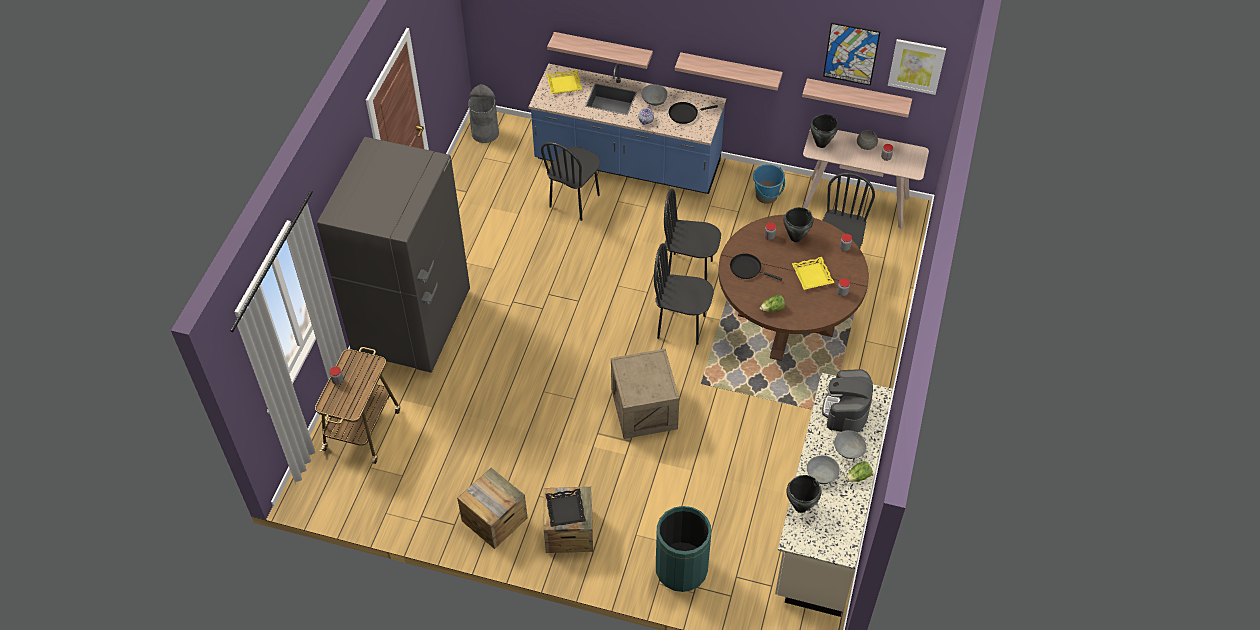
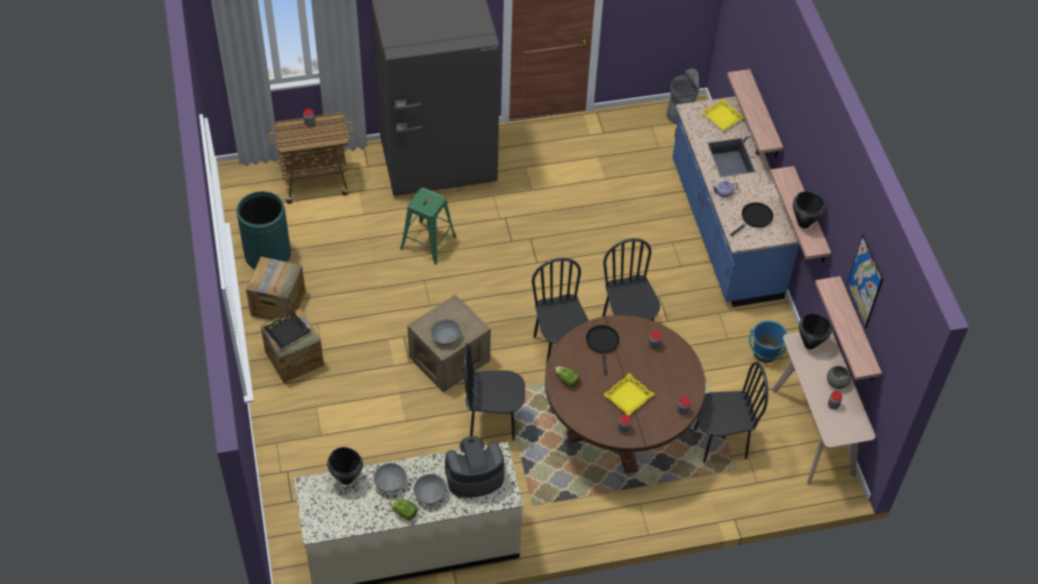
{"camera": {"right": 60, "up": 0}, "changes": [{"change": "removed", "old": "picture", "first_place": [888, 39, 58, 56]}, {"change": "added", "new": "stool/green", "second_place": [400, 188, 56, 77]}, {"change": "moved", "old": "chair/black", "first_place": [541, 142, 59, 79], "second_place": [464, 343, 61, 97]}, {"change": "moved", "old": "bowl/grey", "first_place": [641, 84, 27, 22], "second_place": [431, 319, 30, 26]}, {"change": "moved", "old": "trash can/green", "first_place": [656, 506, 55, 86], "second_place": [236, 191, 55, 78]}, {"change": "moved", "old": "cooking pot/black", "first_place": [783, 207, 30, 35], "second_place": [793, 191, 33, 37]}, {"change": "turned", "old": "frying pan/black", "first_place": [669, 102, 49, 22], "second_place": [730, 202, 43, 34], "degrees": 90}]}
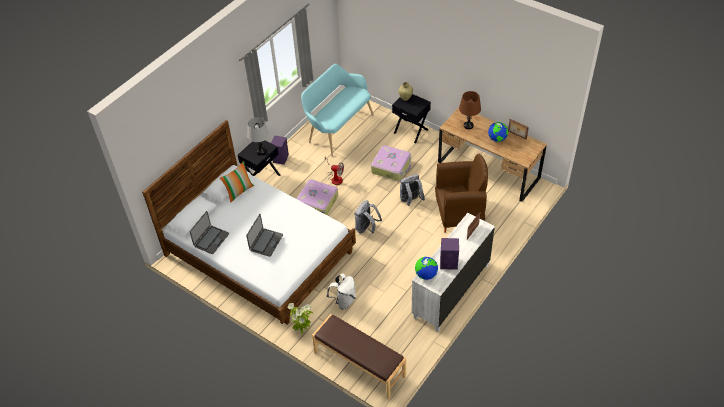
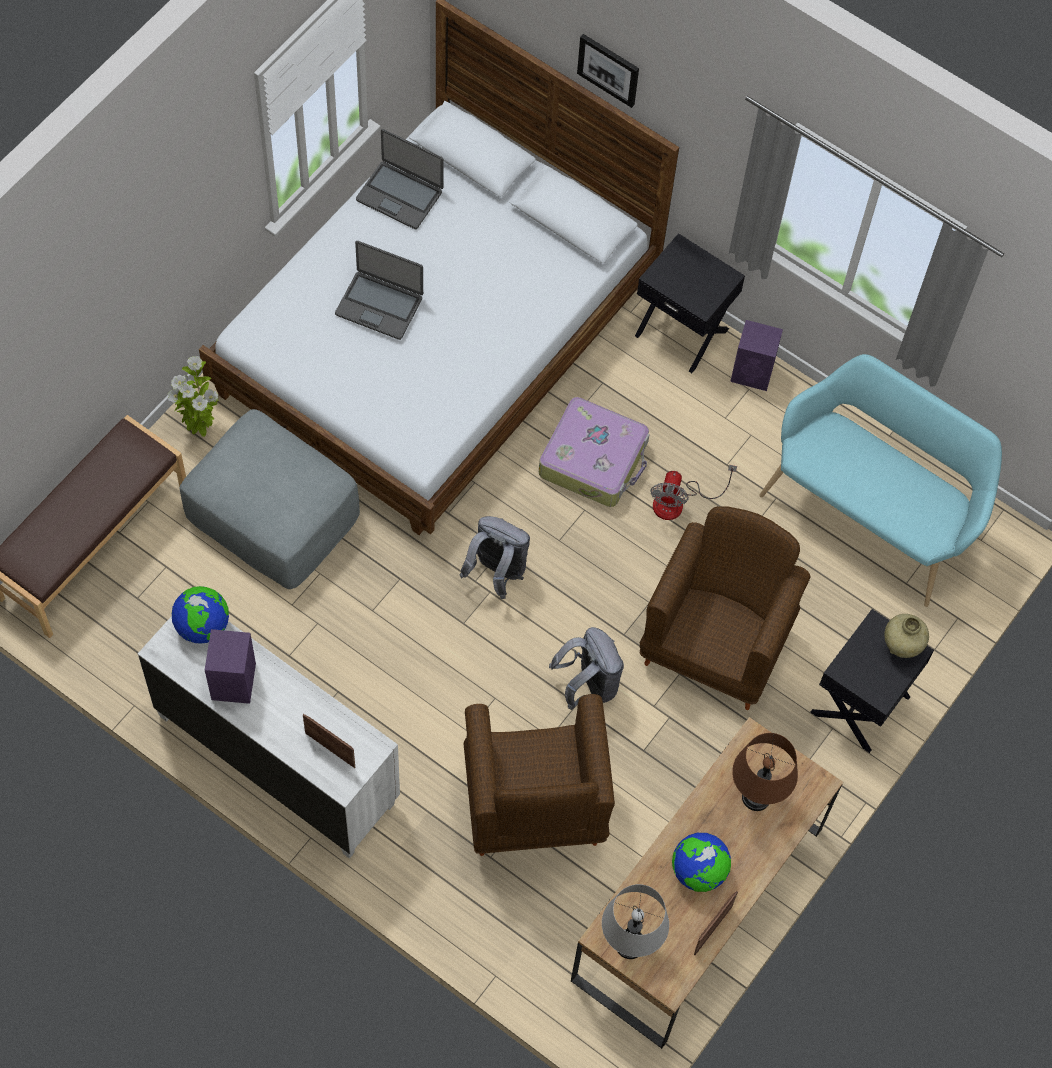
{"camera": {"right": 85, "up": 15}, "changes": [{"change": "removed", "old": "pillow", "first_place": [220, 161, 34, 41]}, {"change": "added", "new": "picture", "second_place": [577, 34, 62, 74]}, {"change": "moved", "old": "table lamp/grey", "first_place": [247, 117, 22, 38], "second_place": [602, 884, 67, 75]}, {"change": "replaced", "old": "backpack/white", "new": "ottoman/grey", "first_place": [327, 273, 29, 37], "second_place": [180, 409, 180, 180]}, {"change": "replaced", "old": "suitcase", "new": "armchair/brown", "first_place": [371, 145, 40, 36], "second_place": [640, 506, 171, 204]}]}
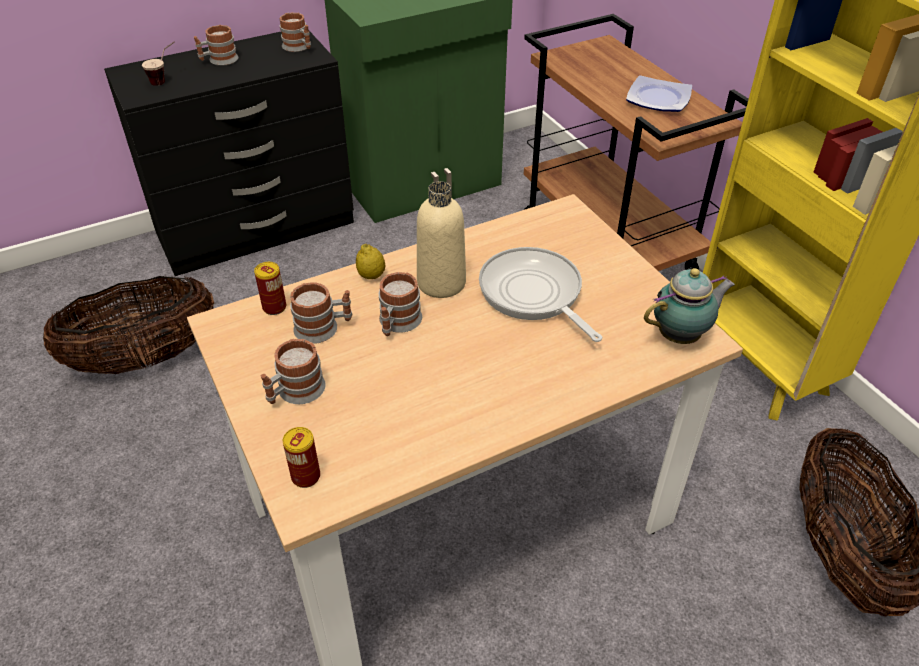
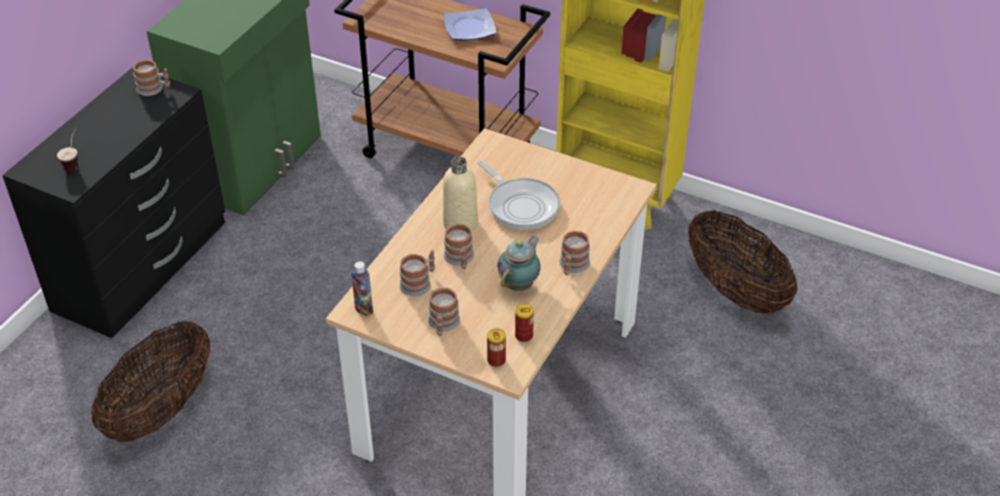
{"camera": {"right": -35, "up": 0}, "changes": [{"change": "removed", "old": "lemon", "first_place": [356, 244, 29, 35]}, {"change": "added", "new": "bottle", "second_place": [351, 261, 22, 55]}, {"change": "moved", "old": "mug", "first_place": [194, 25, 45, 41], "second_place": [560, 231, 30, 44]}, {"change": "moved", "old": "can", "first_place": [254, 262, 32, 53], "second_place": [515, 304, 19, 38]}, {"change": "moved", "old": "teapot", "first_place": [644, 268, 91, 76], "second_place": [497, 236, 44, 55]}, {"change": "turned", "old": "frying pan", "first_place": [479, 247, 123, 95], "second_place": [477, 161, 83, 69], "degrees": -150}]}
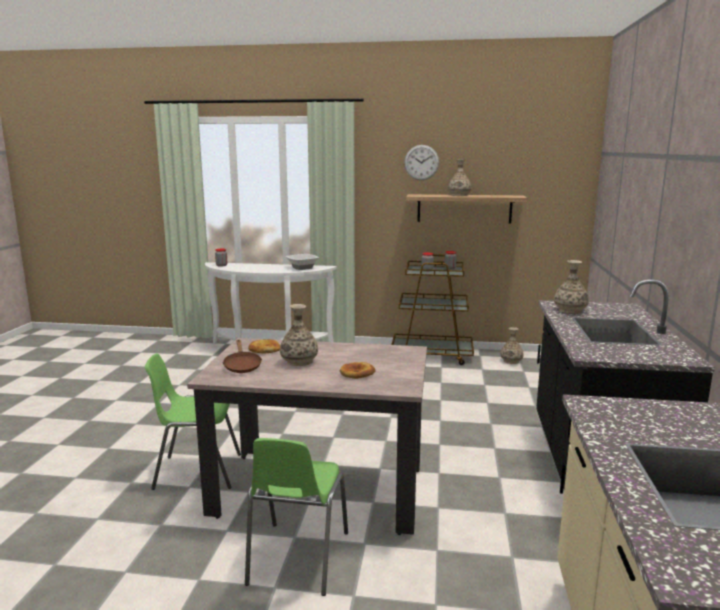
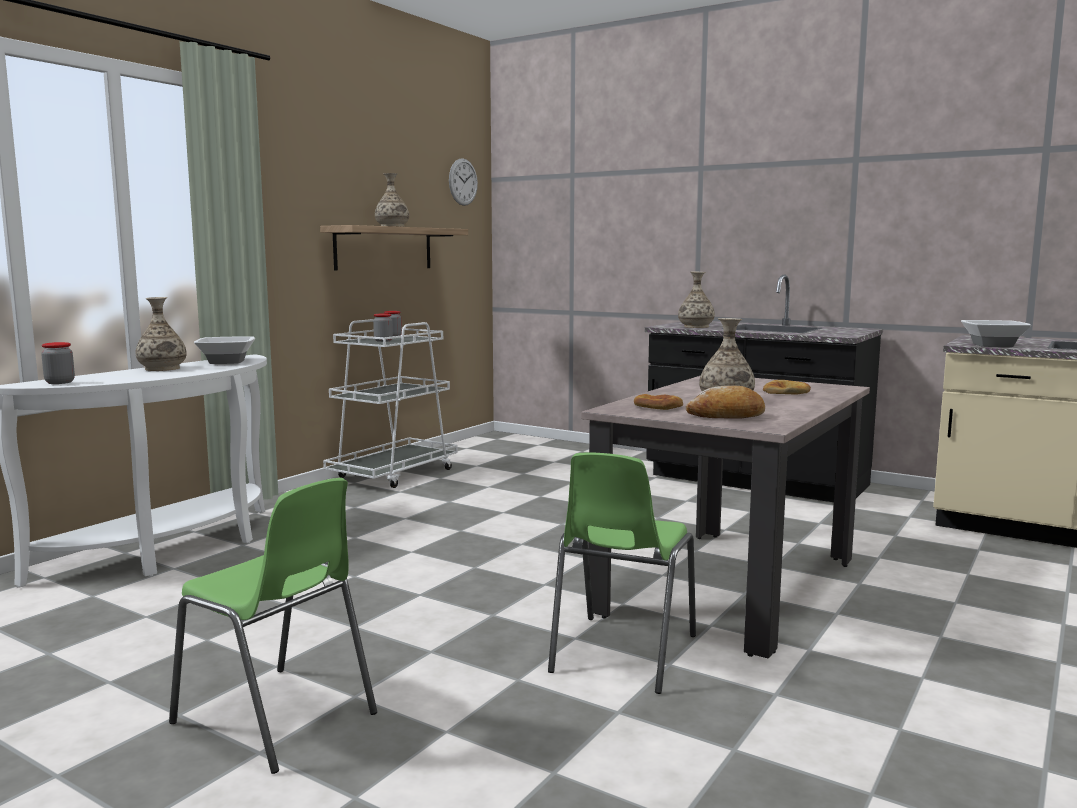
{"camera": {"right": -65, "up": -5}, "changes": [{"change": "added", "new": "bowl", "second_place": [961, 320, 70, 27]}, {"change": "moved", "old": "chair/green", "first_place": [245, 438, 103, 158], "second_place": [169, 478, 208, 296]}, {"change": "moved", "old": "wall clock", "first_place": [404, 145, 35, 35], "second_place": [449, 158, 29, 48]}, {"change": "moved", "old": "vase", "first_place": [500, 327, 24, 37], "second_place": [136, 297, 51, 74]}, {"change": "replaced", "old": "frying pan/brown", "new": "bread", "first_place": [222, 340, 40, 33], "second_place": [686, 385, 79, 34]}, {"change": "recoloured", "old": "cart/brown", "new": "cart/white", "first_place": [391, 254, 83, 111], "second_place": [323, 319, 135, 169]}]}
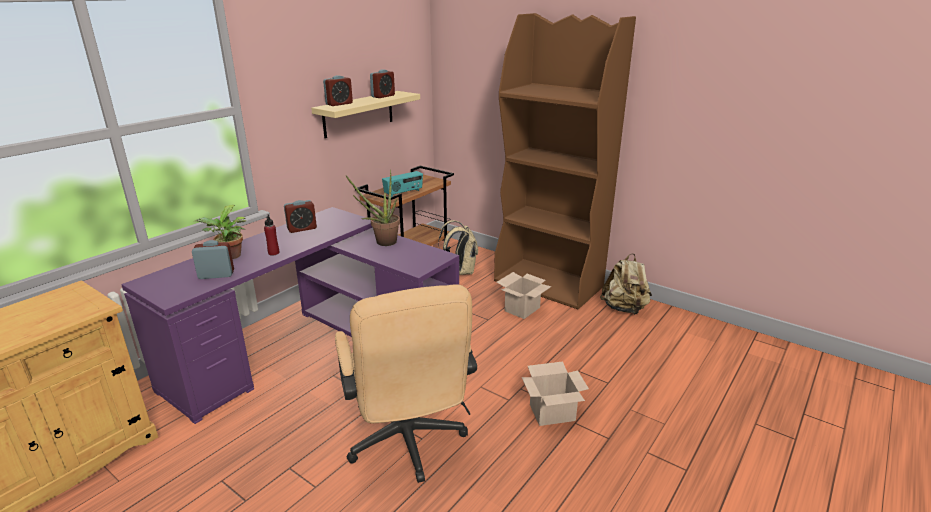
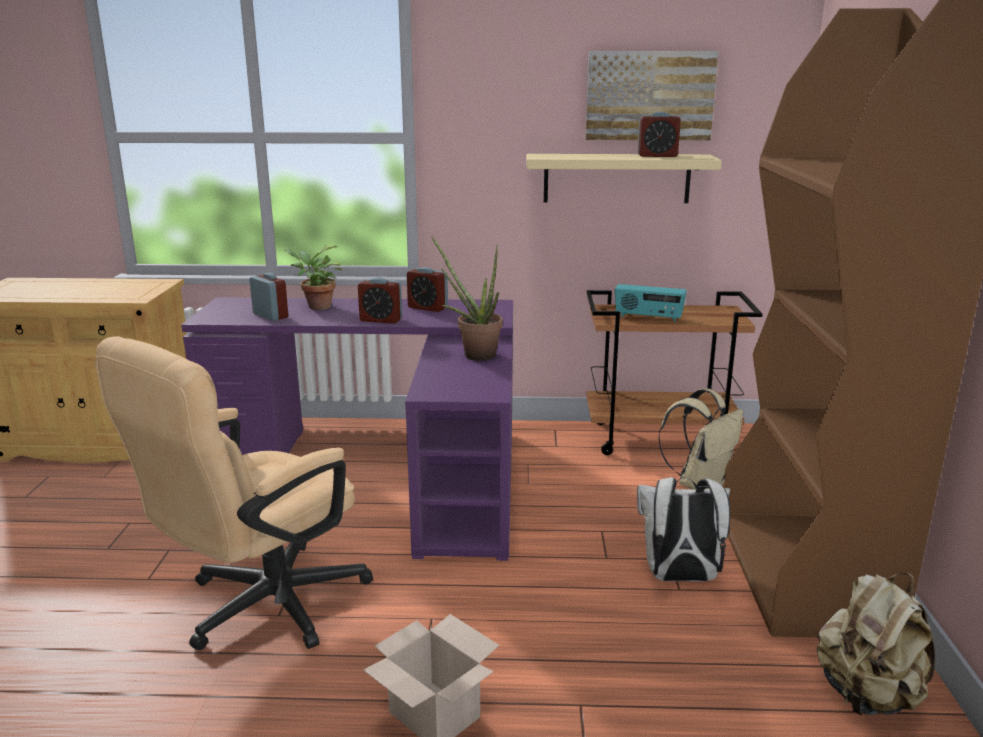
{"camera": {"right": 55, "up": -5}, "changes": [{"change": "removed", "old": "bottle/red", "first_place": [264, 215, 15, 40]}, {"change": "added", "new": "picture", "second_place": [586, 51, 133, 89]}, {"change": "moved", "old": "alarm clock", "first_place": [323, 75, 30, 31], "second_place": [358, 277, 44, 47]}, {"change": "replaced", "old": "cardboard box", "new": "backpack/white", "first_place": [497, 272, 55, 47], "second_place": [637, 477, 93, 104]}]}
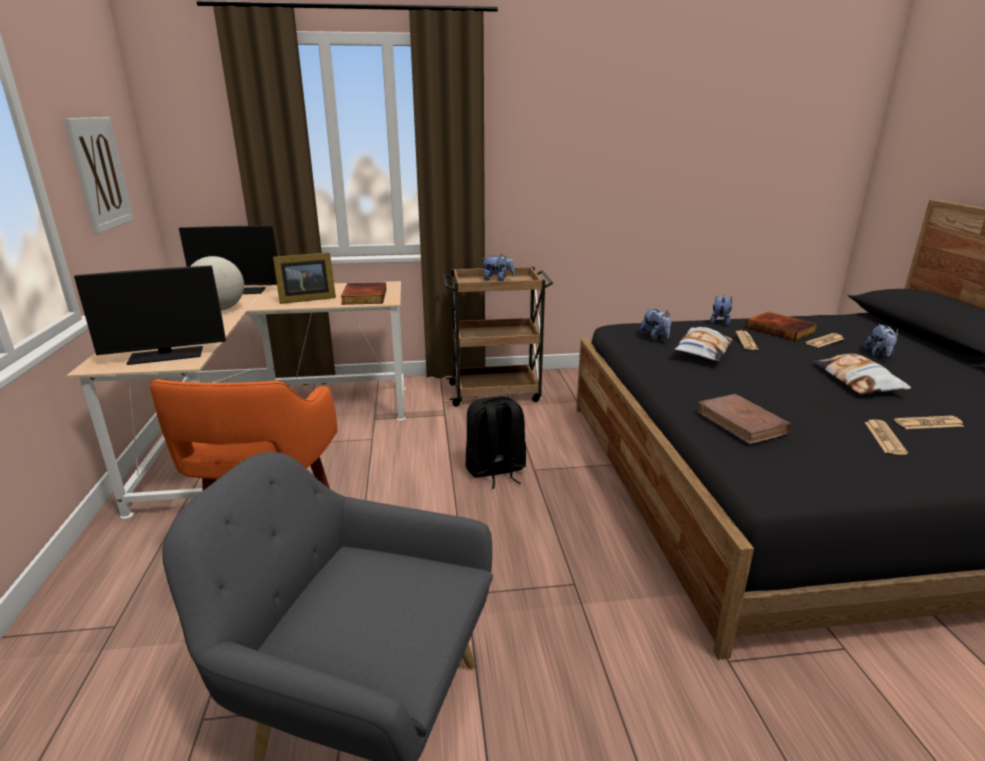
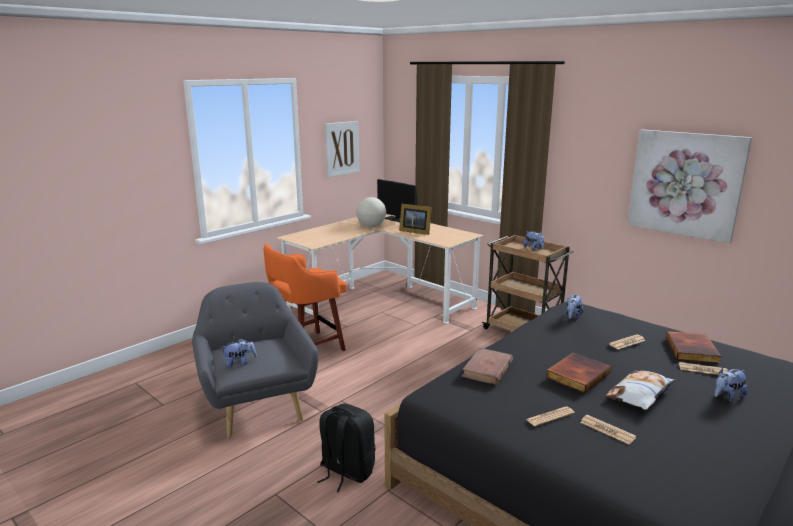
{"camera": {"right": 50, "up": -5}, "changes": [{"change": "removed", "old": "monitor", "first_place": [74, 266, 152, 99]}, {"change": "removed", "old": "pillow", "first_place": [674, 327, 59, 34]}, {"change": "added", "new": "picture", "second_place": [627, 129, 125, 114]}, {"change": "moved", "old": "book", "first_place": [341, 282, 45, 23], "second_place": [546, 352, 65, 41]}, {"change": "moved", "old": "backpack/black", "first_place": [465, 396, 61, 93], "second_place": [317, 404, 59, 88]}, {"change": "moved", "old": "plush toy", "first_place": [710, 295, 22, 30], "second_place": [221, 338, 36, 29]}]}
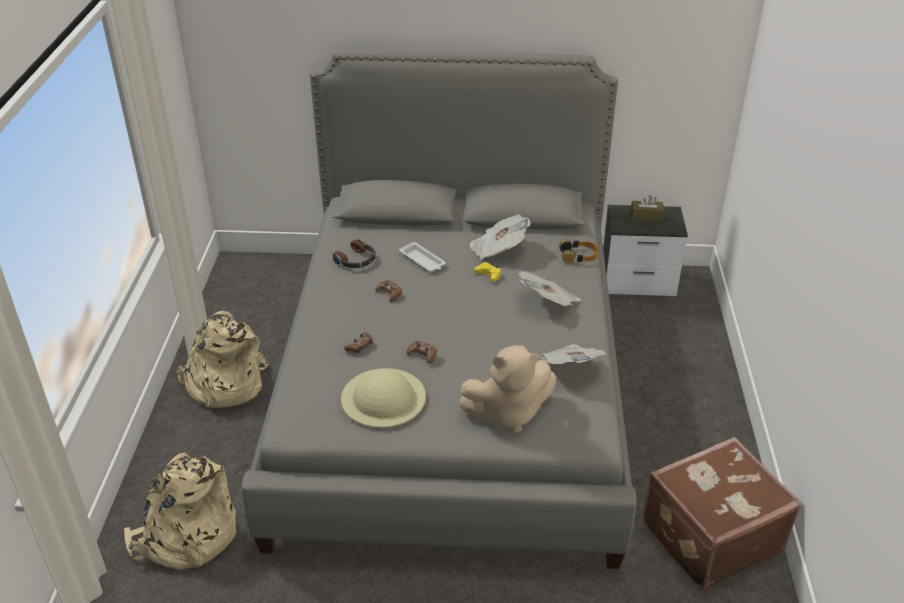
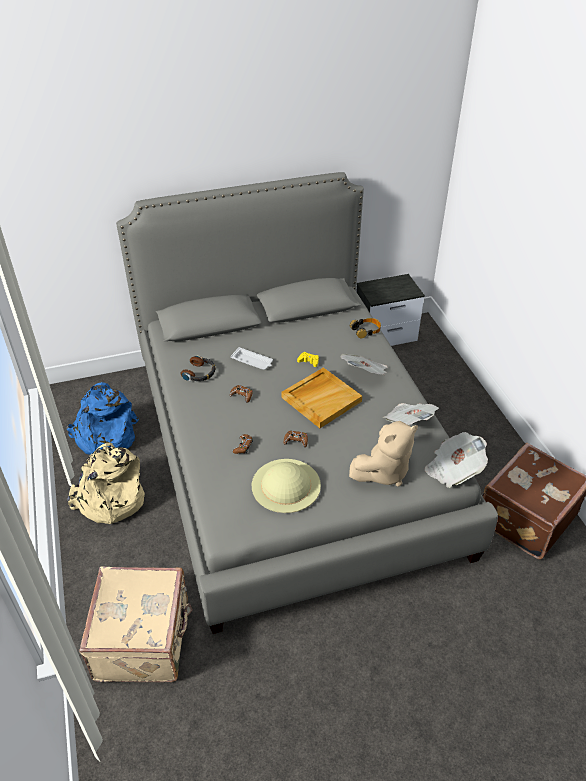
{"camera": {"right": -20, "up": 5}, "changes": [{"change": "removed", "old": "tissue box/brown", "first_place": [631, 195, 33, 27]}, {"change": "added", "new": "backpack/blue", "second_place": [66, 382, 73, 73]}, {"change": "added", "new": "tray/beige", "second_place": [281, 367, 81, 61]}, {"change": "moved", "old": "newspaper", "first_place": [469, 214, 62, 46], "second_place": [425, 432, 63, 56]}, {"change": "replaced", "old": "backpack/beige", "new": "suitcase/beige", "first_place": [124, 452, 112, 118], "second_place": [79, 566, 114, 116]}]}
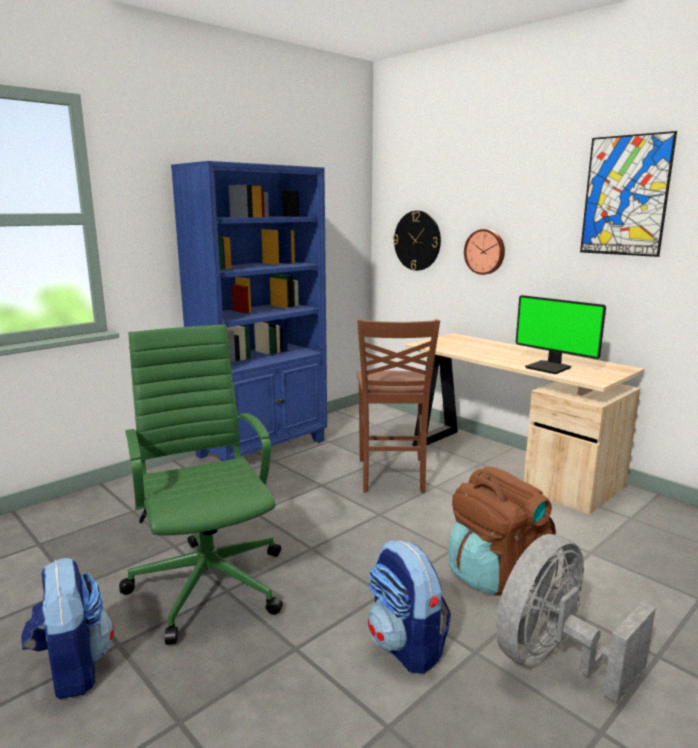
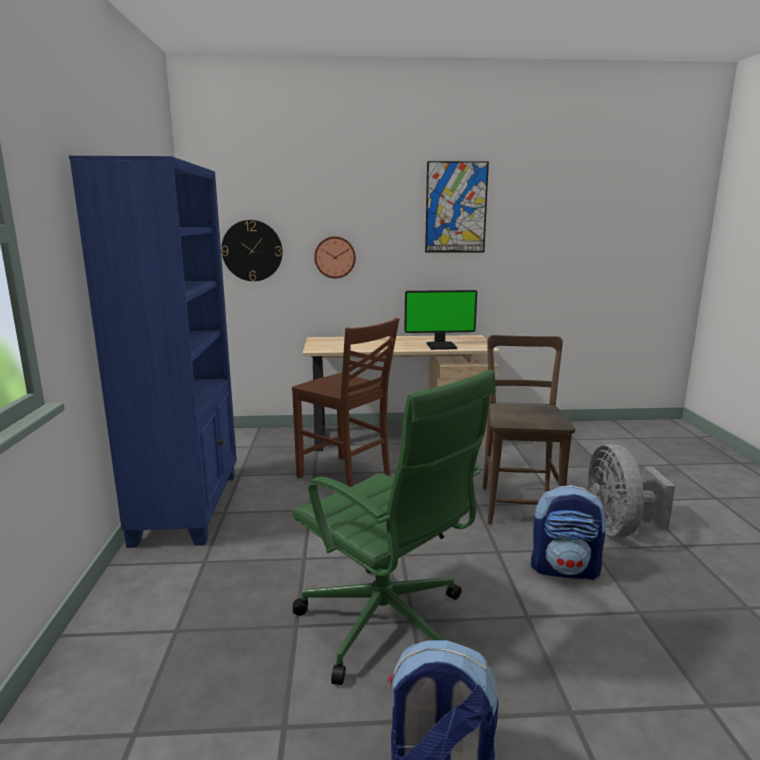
{"camera": {"right": -50, "up": 0}, "changes": [{"change": "replaced", "old": "backpack/brown", "new": "chair/brown", "first_place": [448, 467, 108, 129], "second_place": [483, 335, 92, 189]}, {"change": "turned", "old": "office chair/green", "first_place": [119, 324, 164, 321], "second_place": [293, 369, 203, 316], "degrees": -150}]}
